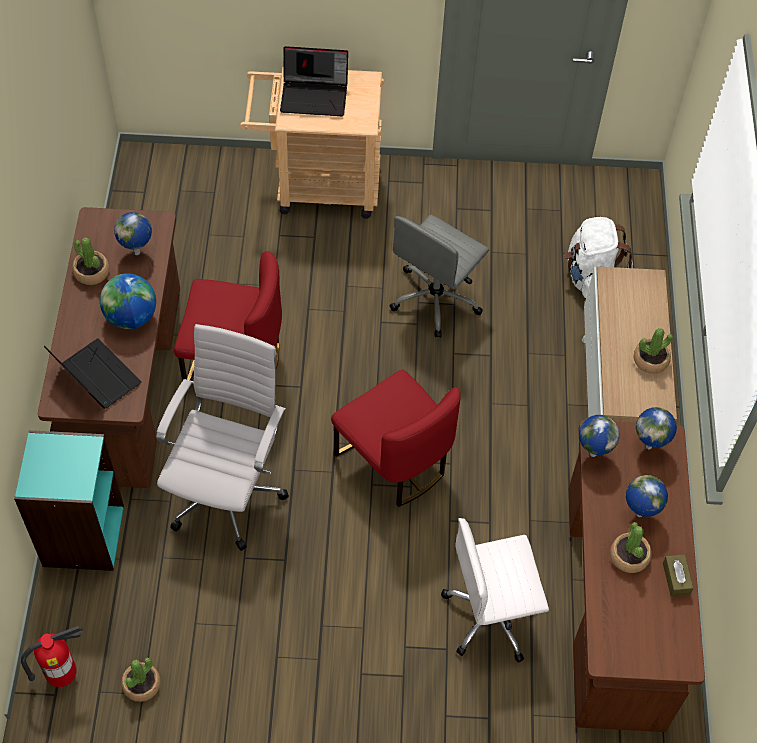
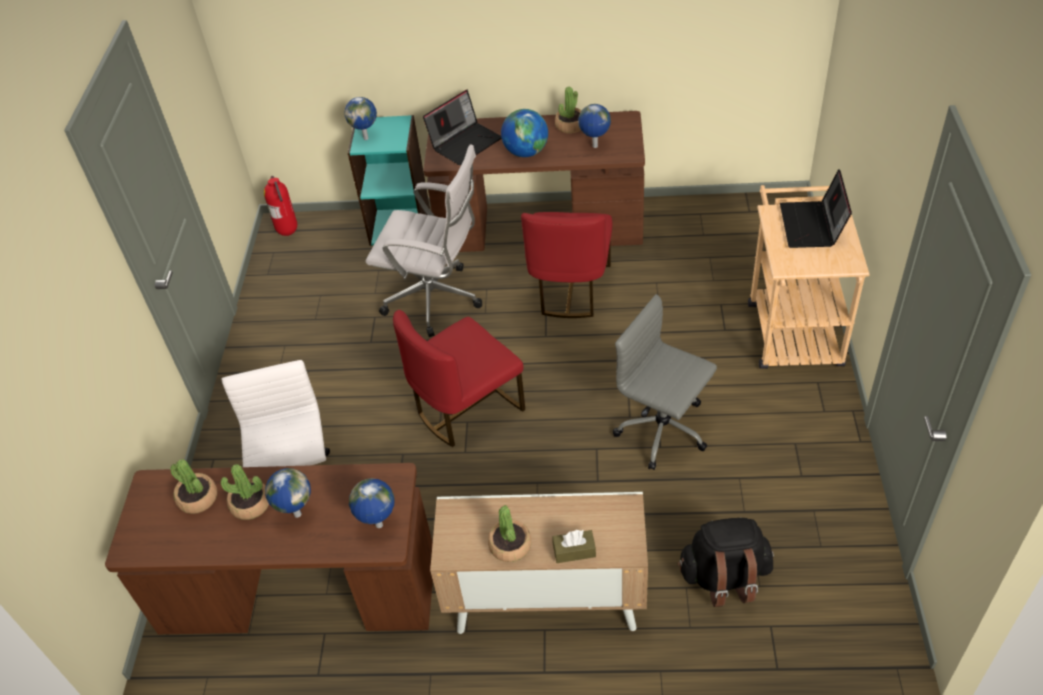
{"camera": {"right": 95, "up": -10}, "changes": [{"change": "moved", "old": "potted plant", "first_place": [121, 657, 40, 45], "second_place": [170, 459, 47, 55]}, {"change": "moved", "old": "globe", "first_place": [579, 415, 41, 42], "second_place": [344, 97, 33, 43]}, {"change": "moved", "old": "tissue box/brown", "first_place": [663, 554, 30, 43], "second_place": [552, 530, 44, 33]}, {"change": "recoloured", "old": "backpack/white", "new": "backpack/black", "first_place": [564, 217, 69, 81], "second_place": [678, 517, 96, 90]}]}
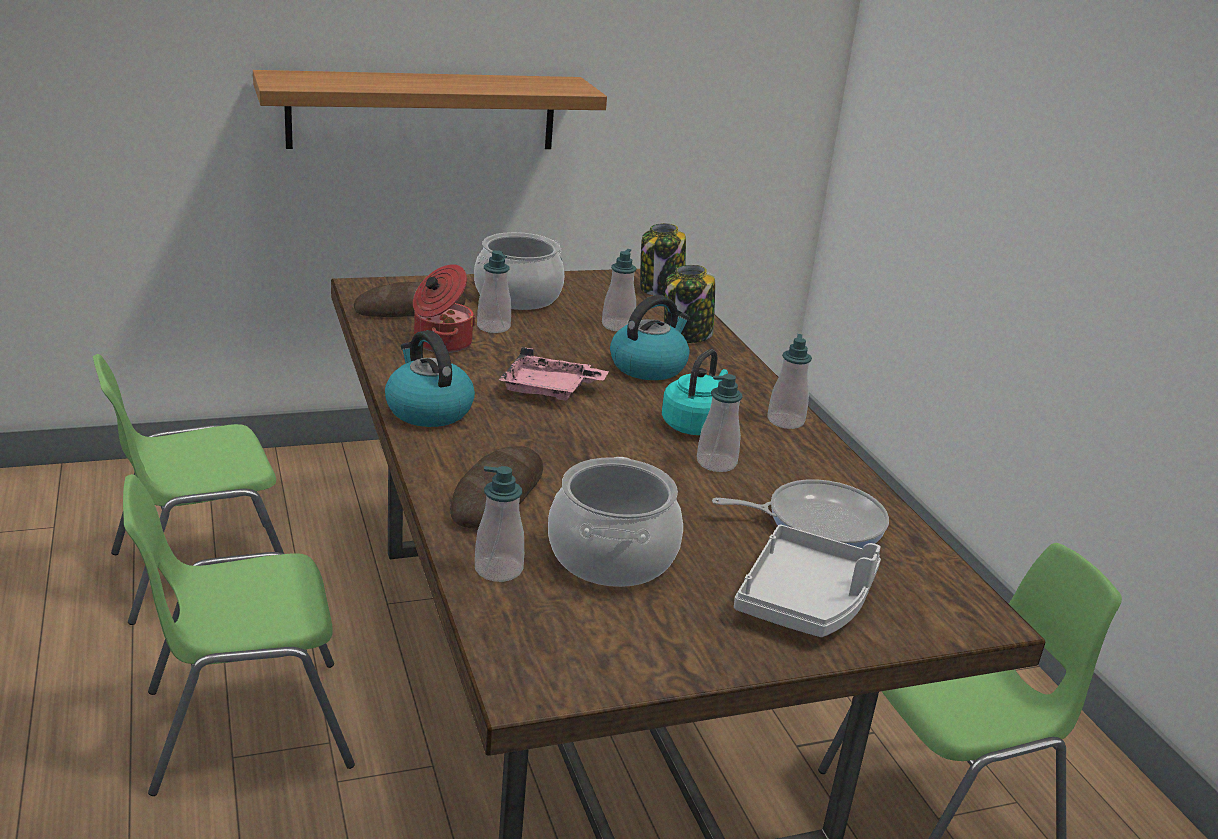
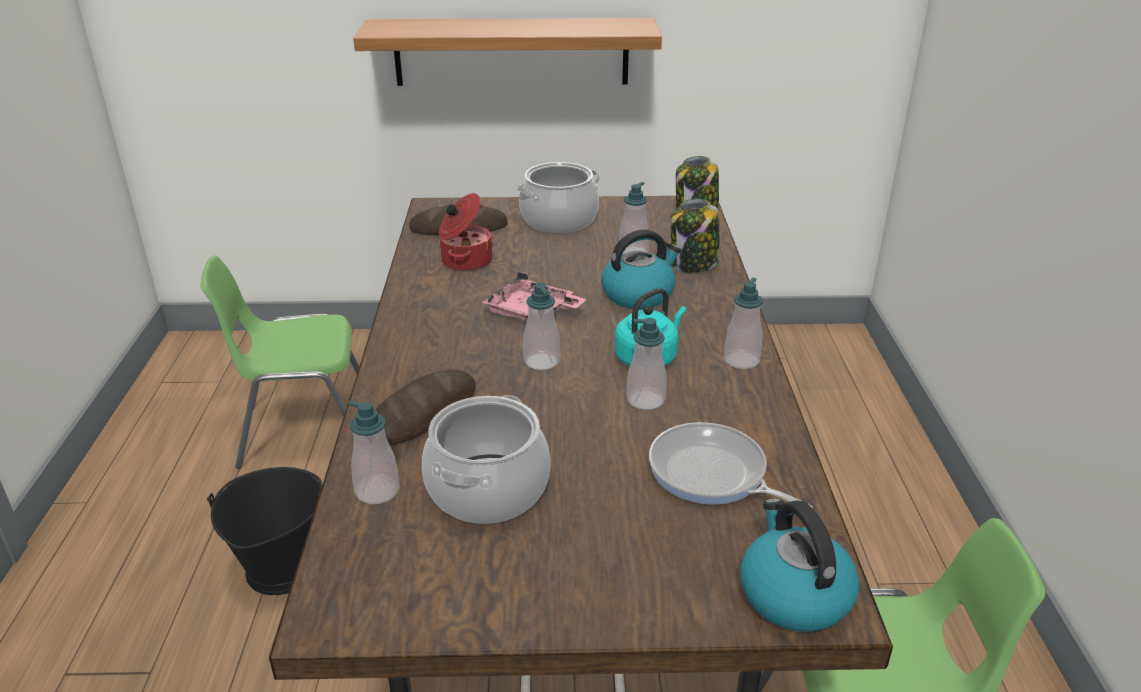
{"camera": {"right": 20, "up": 5}, "changes": [{"change": "removed", "old": "tray/grey", "first_place": [734, 525, 147, 112]}, {"change": "moved", "old": "kettle", "first_place": [385, 330, 90, 97], "second_place": [740, 499, 120, 133]}, {"change": "moved", "old": "soap dispenser", "first_place": [477, 250, 34, 83], "second_place": [523, 283, 37, 87]}, {"change": "replaced", "old": "chair/green", "new": "bucket/black", "first_place": [123, 474, 232, 322], "second_place": [207, 467, 115, 128]}, {"change": "turned", "old": "frying pan", "first_place": [712, 479, 177, 69], "second_place": [649, 422, 164, 86], "degrees": -150}]}
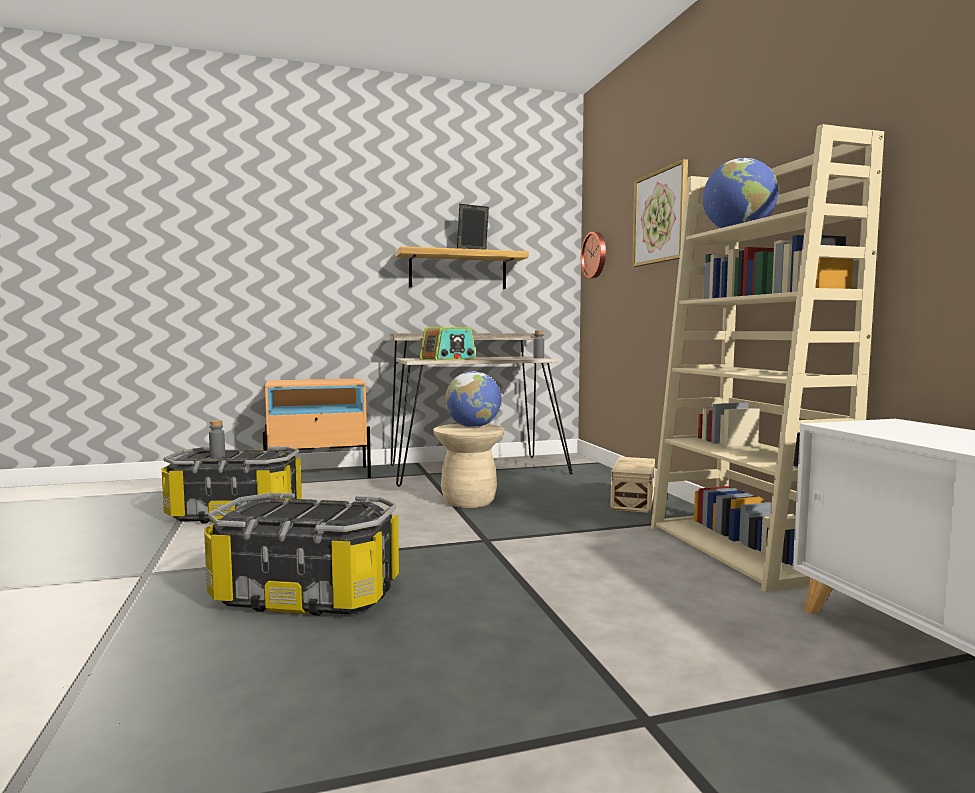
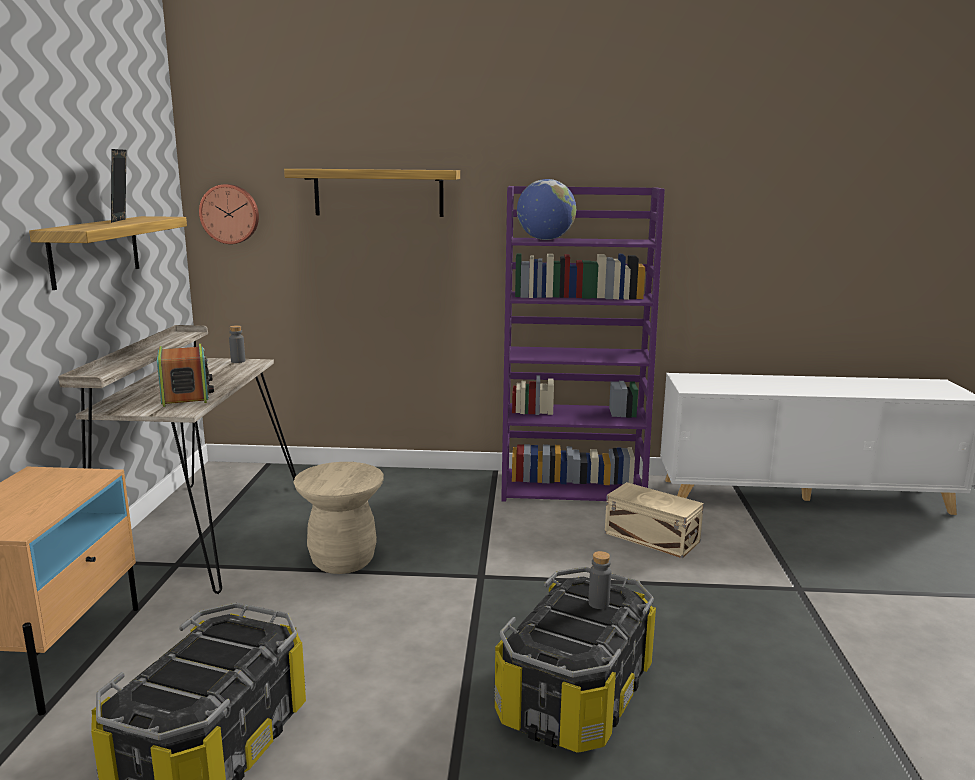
{"camera": {"right": -70, "up": 10}, "changes": [{"change": "removed", "old": "globe", "first_place": [445, 371, 56, 57]}, {"change": "moved", "old": "bottle/grey", "first_place": [209, 420, 16, 38], "second_place": [588, 551, 23, 58]}, {"change": "moved", "old": "storage box/beige", "first_place": [610, 457, 45, 56], "second_place": [605, 482, 99, 76]}, {"change": "replaced", "old": "picture", "new": "shelf", "first_place": [632, 159, 56, 108], "second_place": [284, 169, 176, 48]}, {"change": "recoloured", "old": "bookcase/beige", "new": "bookcase/purple", "first_place": [651, 124, 233, 468], "second_place": [501, 186, 164, 316]}]}
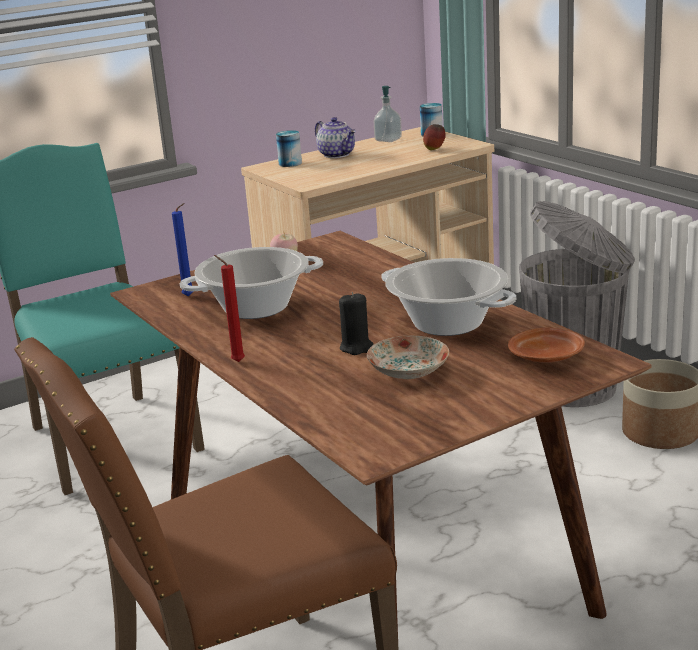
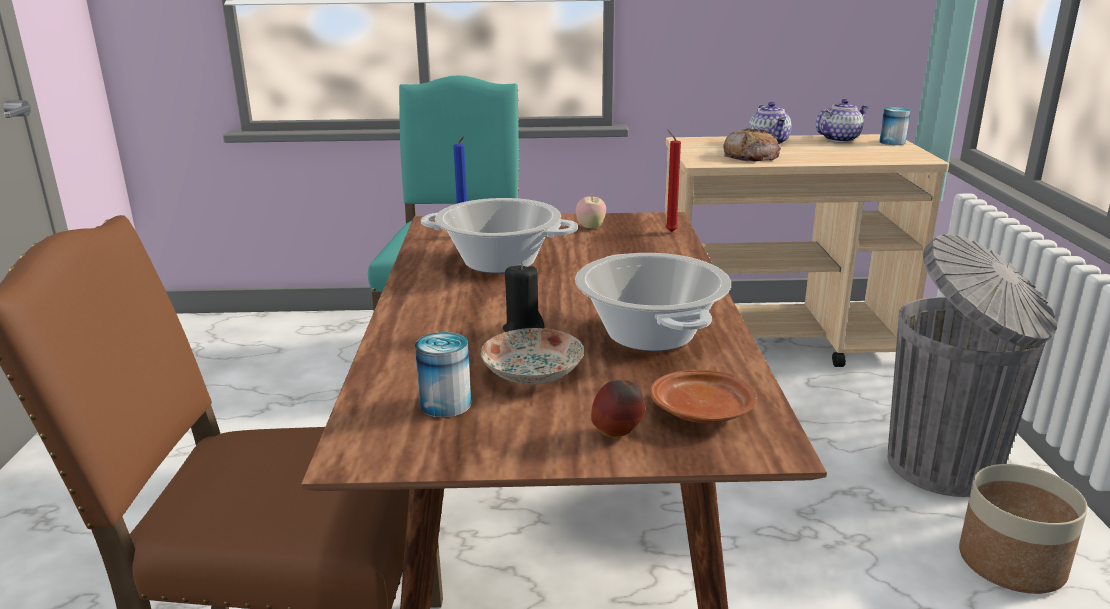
{"camera": {"right": 30, "up": 0}, "changes": [{"change": "added", "new": "bread", "second_place": [723, 128, 58, 33]}, {"change": "moved", "old": "candle/red", "first_place": [214, 255, 31, 107], "second_place": [666, 130, 15, 102]}, {"change": "moved", "old": "can", "first_place": [276, 130, 26, 37], "second_place": [415, 332, 56, 86]}, {"change": "moved", "old": "apple", "first_place": [423, 124, 23, 26], "second_place": [591, 380, 54, 57]}, {"change": "replaced", "old": "soap dispenser", "new": "teapot", "first_place": [373, 86, 29, 56], "second_place": [815, 99, 54, 43]}]}
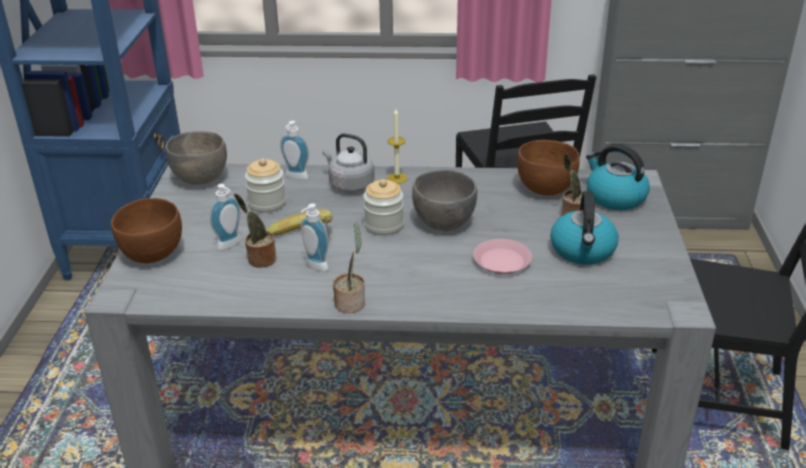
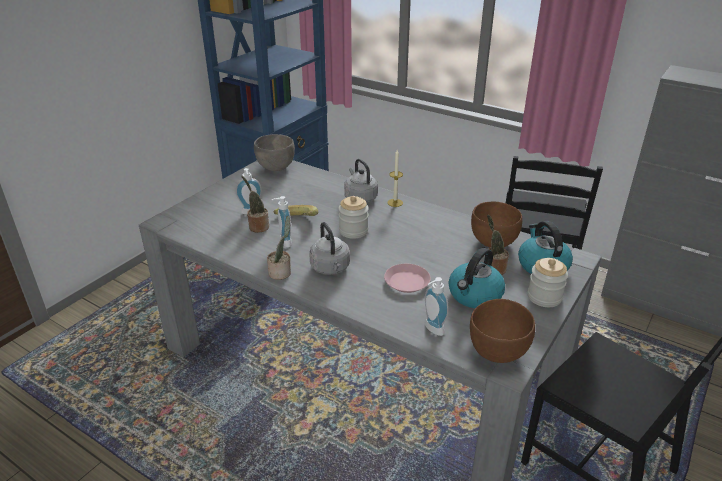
{"camera": {"right": 30, "up": 0}, "changes": [{"change": "removed", "old": "bowl/grey", "first_place": [412, 170, 65, 61]}, {"change": "added", "new": "kettle/grey", "second_place": [309, 222, 41, 53]}, {"change": "moved", "old": "bowl/brown", "first_place": [111, 198, 71, 65], "second_place": [470, 299, 65, 64]}, {"change": "moved", "old": "jar", "first_place": [245, 158, 41, 55], "second_place": [528, 258, 40, 49]}, {"change": "moved", "old": "soap dispenser", "first_place": [280, 121, 29, 59], "second_place": [425, 277, 24, 59]}]}
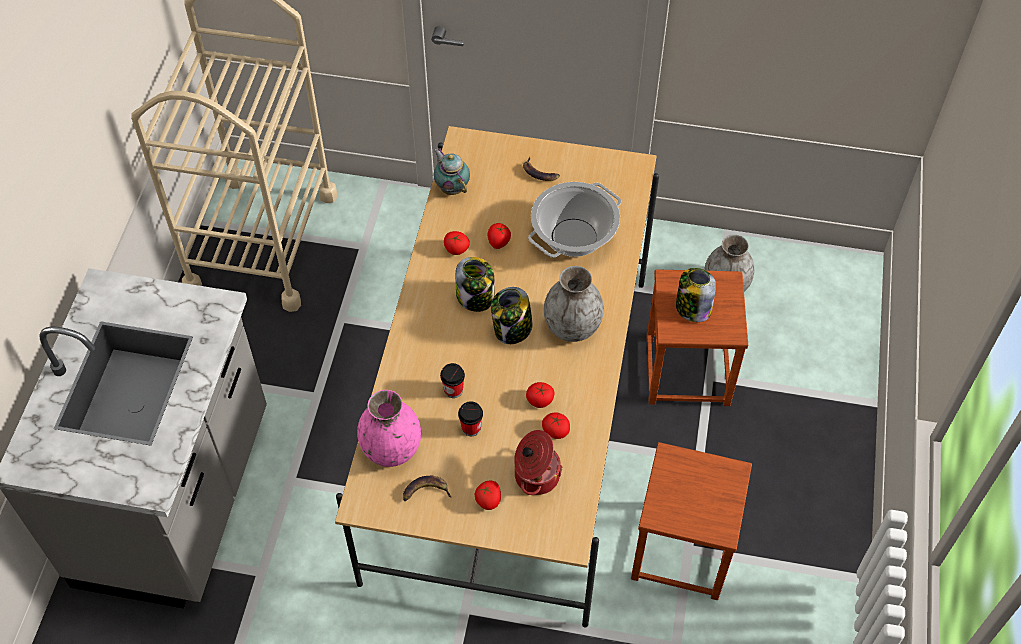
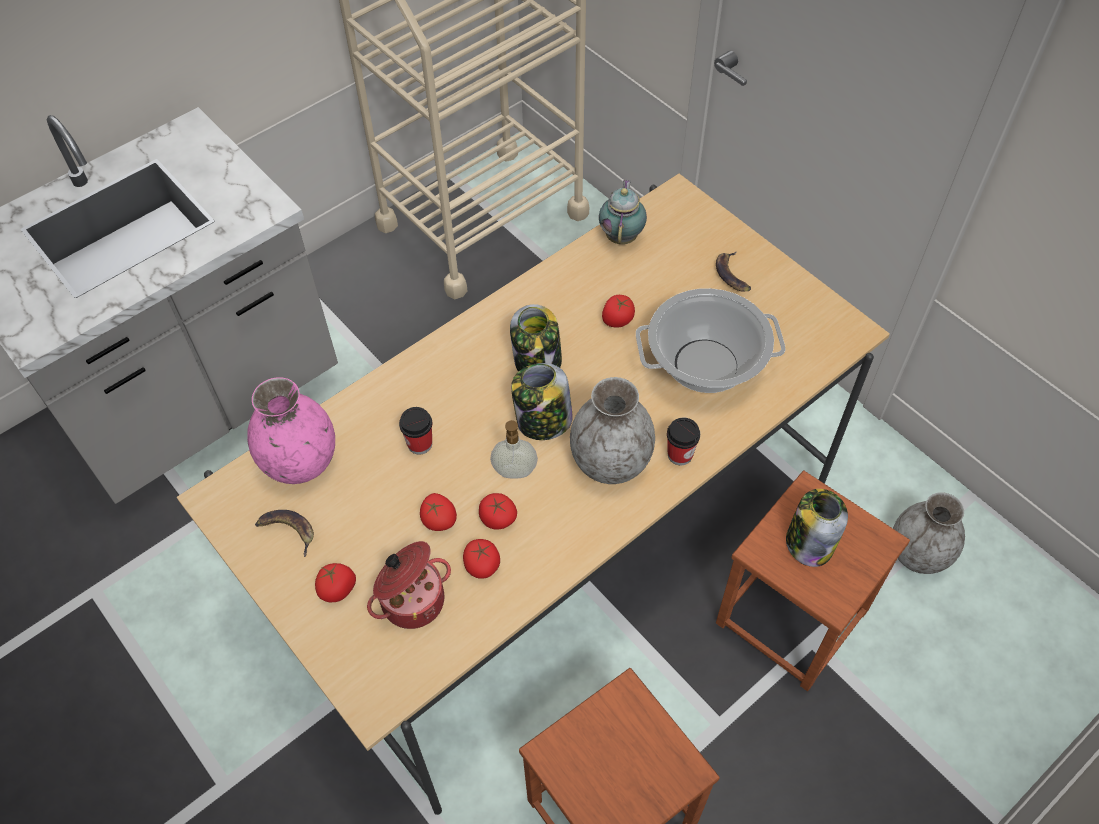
{"camera": {"right": 40, "up": 0}, "changes": [{"change": "added", "new": "soap dispenser", "second_place": [490, 420, 48, 58]}, {"change": "moved", "old": "tomato", "first_place": [444, 231, 26, 24], "second_place": [420, 493, 37, 38]}, {"change": "moved", "old": "cup", "first_place": [458, 401, 25, 35], "second_place": [667, 418, 33, 47]}]}
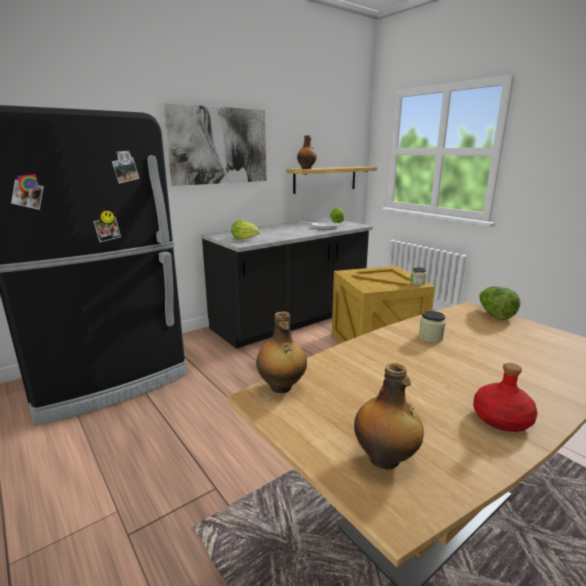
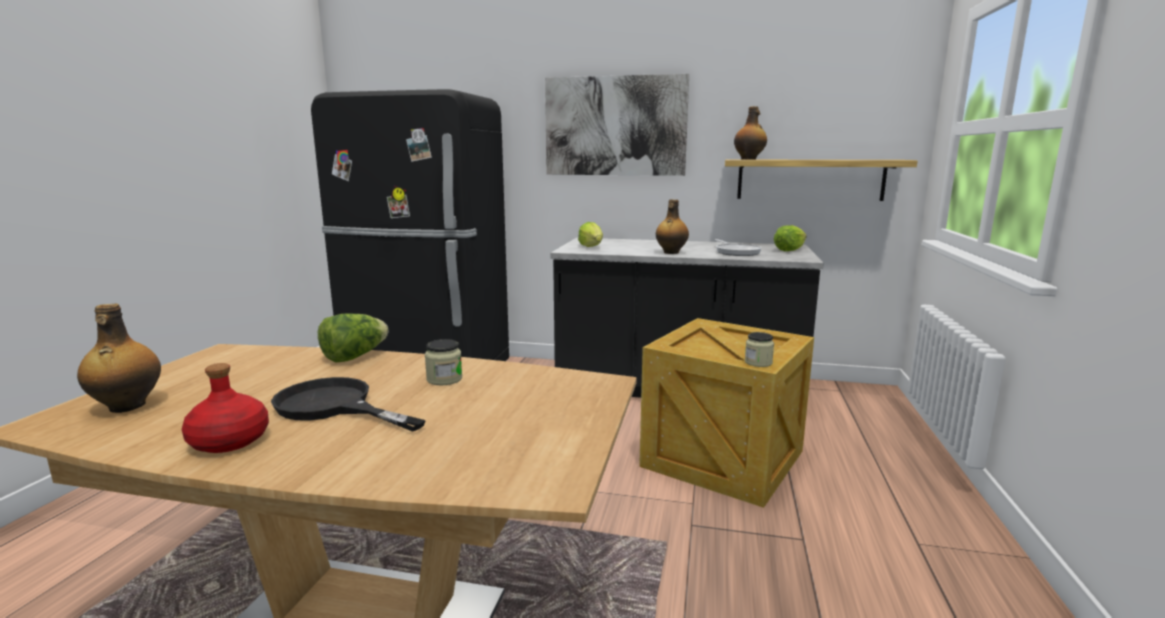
{"camera": {"right": 50, "up": -5}, "changes": [{"change": "added", "new": "frying pan/black", "second_place": [271, 377, 155, 55]}, {"change": "moved", "old": "bottle", "first_place": [256, 311, 51, 82], "second_place": [656, 199, 33, 55]}, {"change": "moved", "old": "lettuce", "first_place": [479, 286, 41, 34], "second_place": [318, 313, 70, 50]}]}
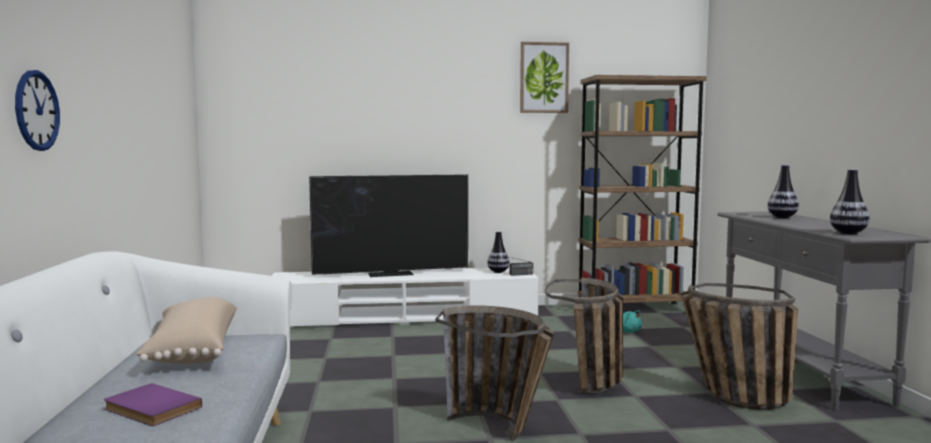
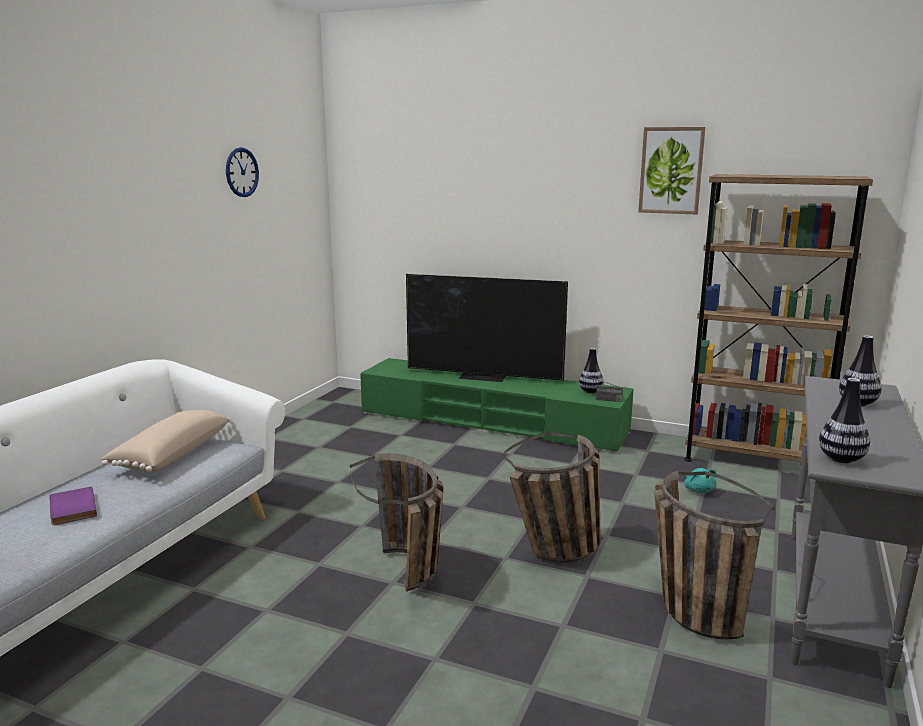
{"camera": {"right": 30, "up": 10}, "changes": [{"change": "moved", "old": "wall clock", "first_place": [15, 70, 45, 81], "second_place": [226, 147, 33, 50]}, {"change": "recoloured", "old": "tv stand/white", "new": "tv stand/green", "first_place": [272, 267, 267, 59], "second_place": [360, 358, 274, 95]}]}
